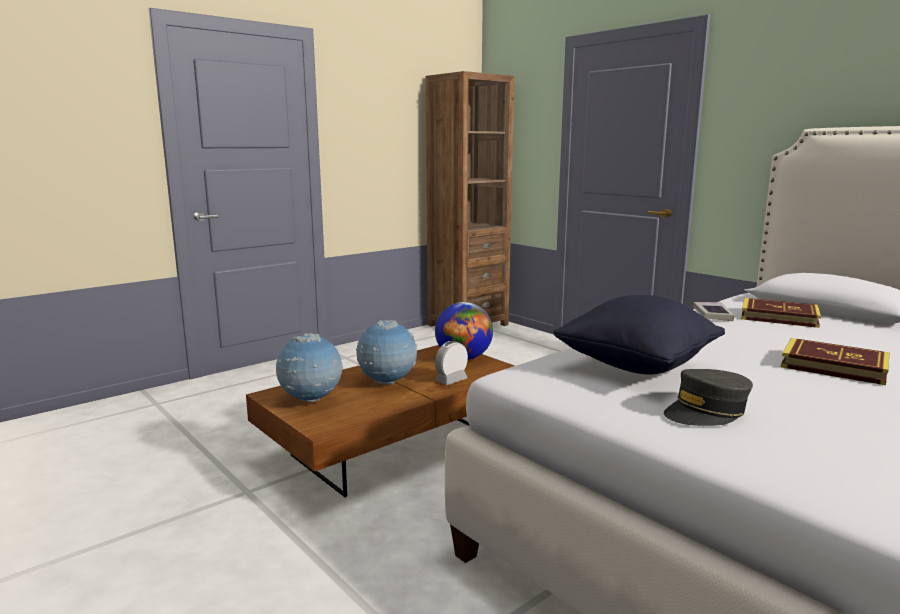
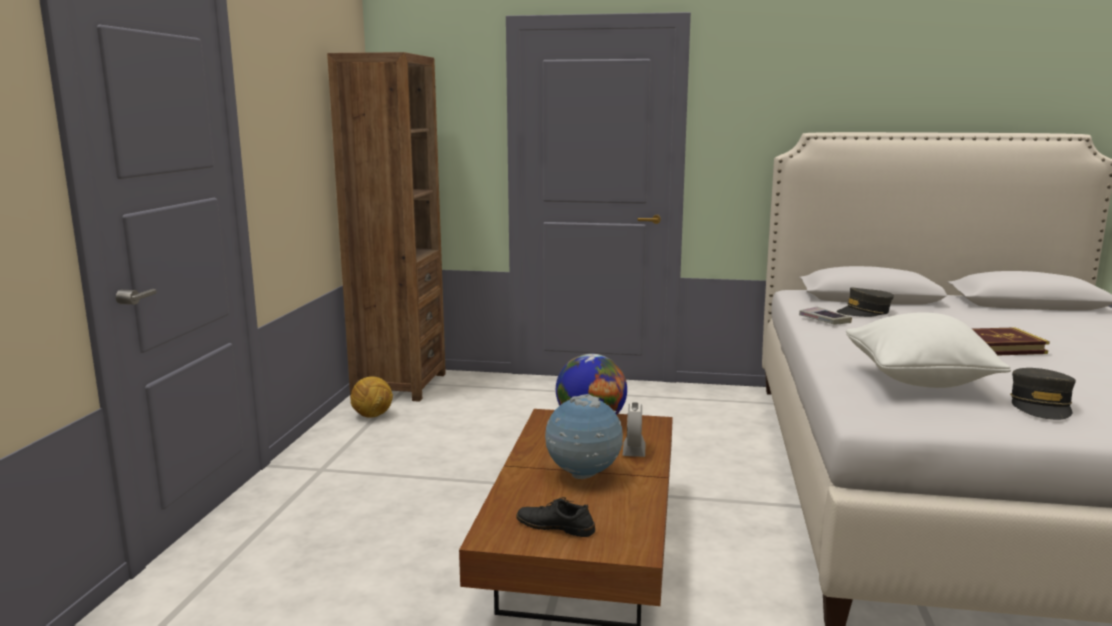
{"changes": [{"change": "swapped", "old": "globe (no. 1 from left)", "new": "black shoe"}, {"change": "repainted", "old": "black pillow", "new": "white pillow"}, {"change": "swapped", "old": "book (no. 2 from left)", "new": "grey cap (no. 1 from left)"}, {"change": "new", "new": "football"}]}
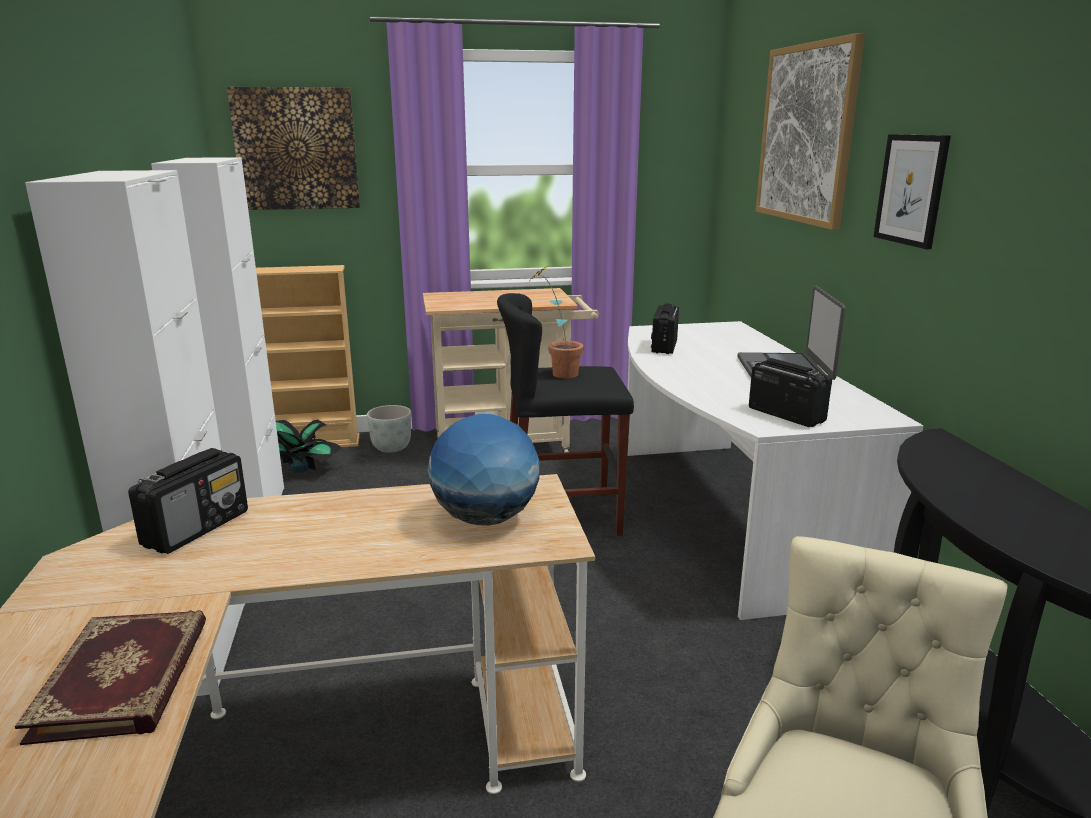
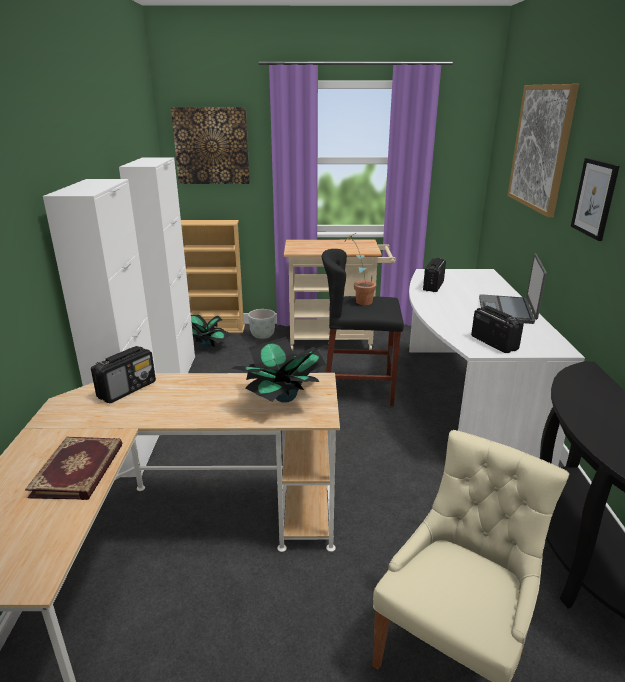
{"changes": [{"change": "swapped", "old": "globe", "new": "potted plant (no. 2 from left)"}]}
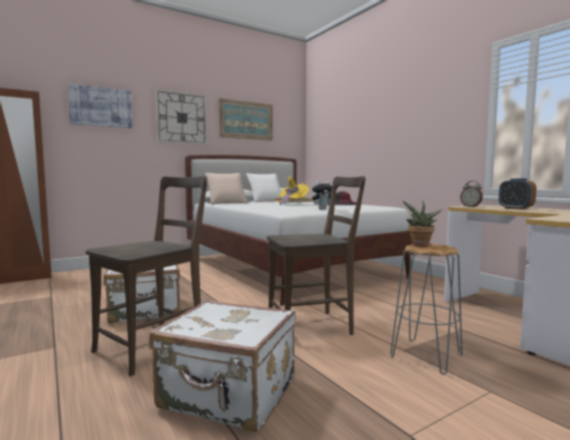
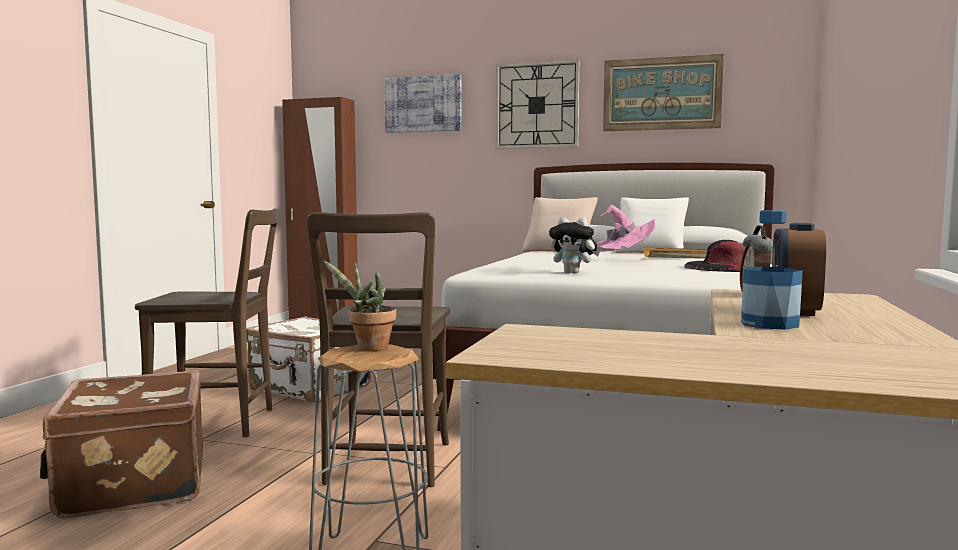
{"changes": [{"change": "repainted", "old": "white suitcase (no. 2 from left)", "new": "brown suitcase"}, {"change": "rotated", "old": "brown chair (no. 2 from left)", "degrees": 60}, {"change": "repainted", "old": "yellow hat", "new": "pink hat"}, {"change": "new", "new": "bottle"}]}
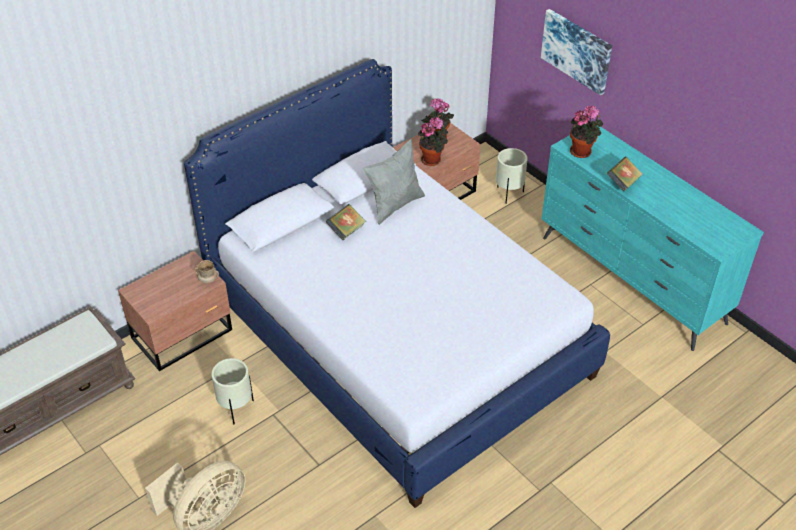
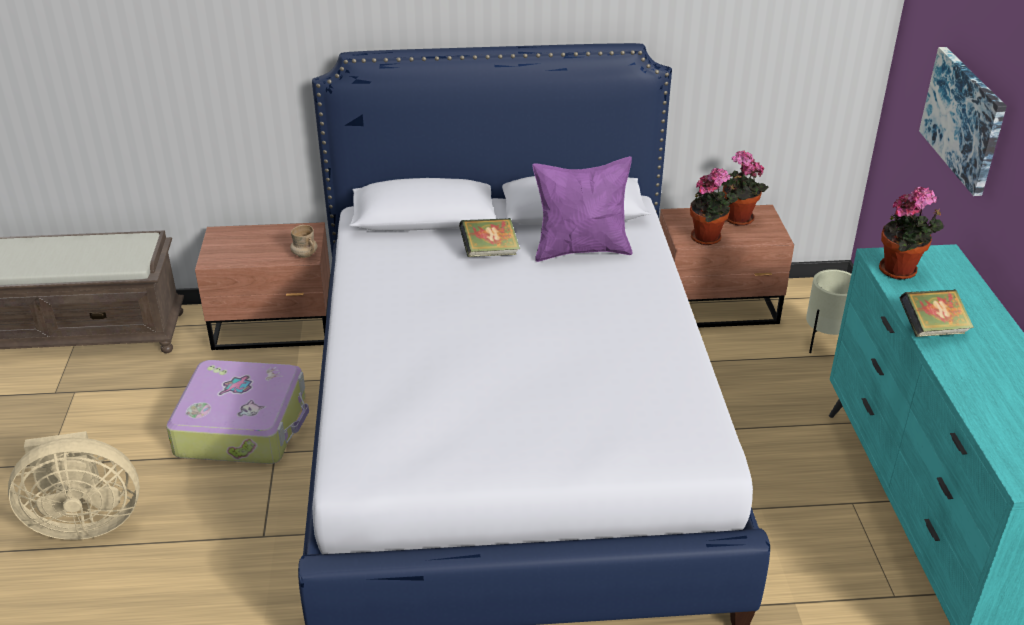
{"changes": [{"change": "swapped", "old": "beige planter (no. 1 from left)", "new": "suitcase"}, {"change": "repainted", "old": "grey pillow", "new": "purple pillow"}]}
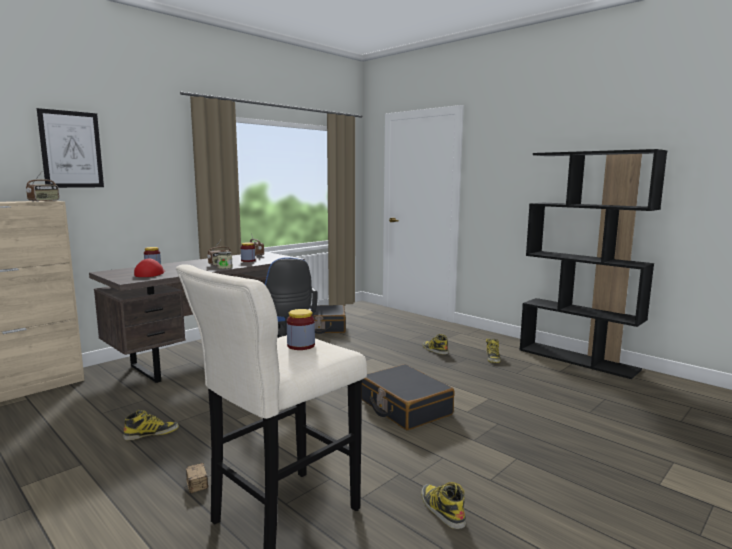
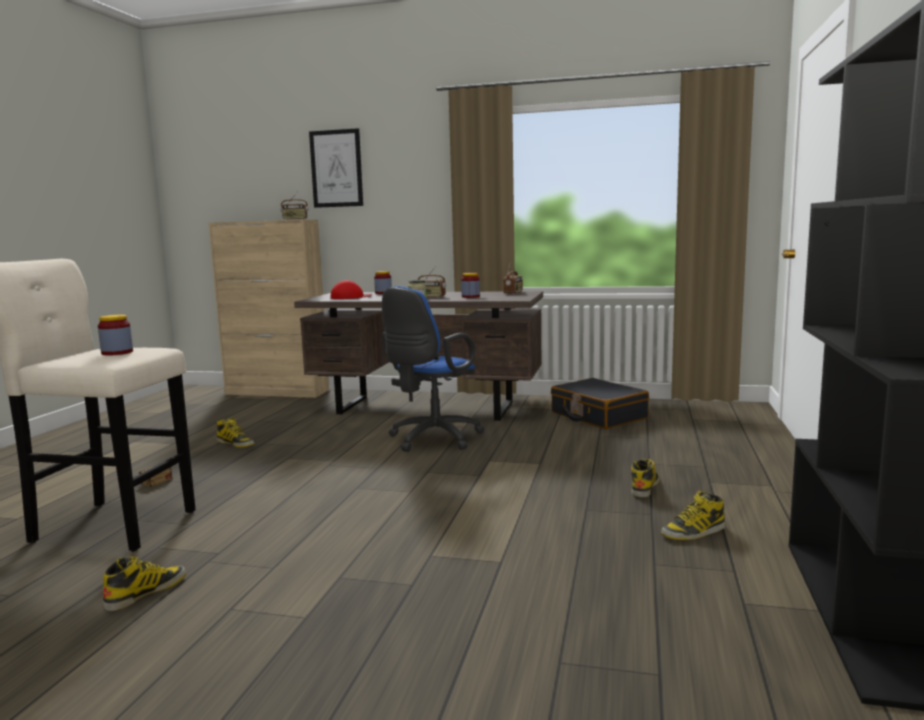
{"changes": [{"change": "gone", "old": "black suitcase (no. 2 from left)"}]}
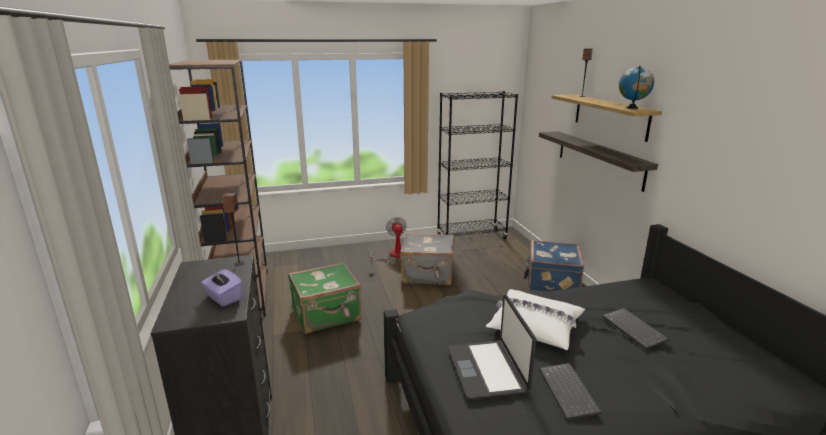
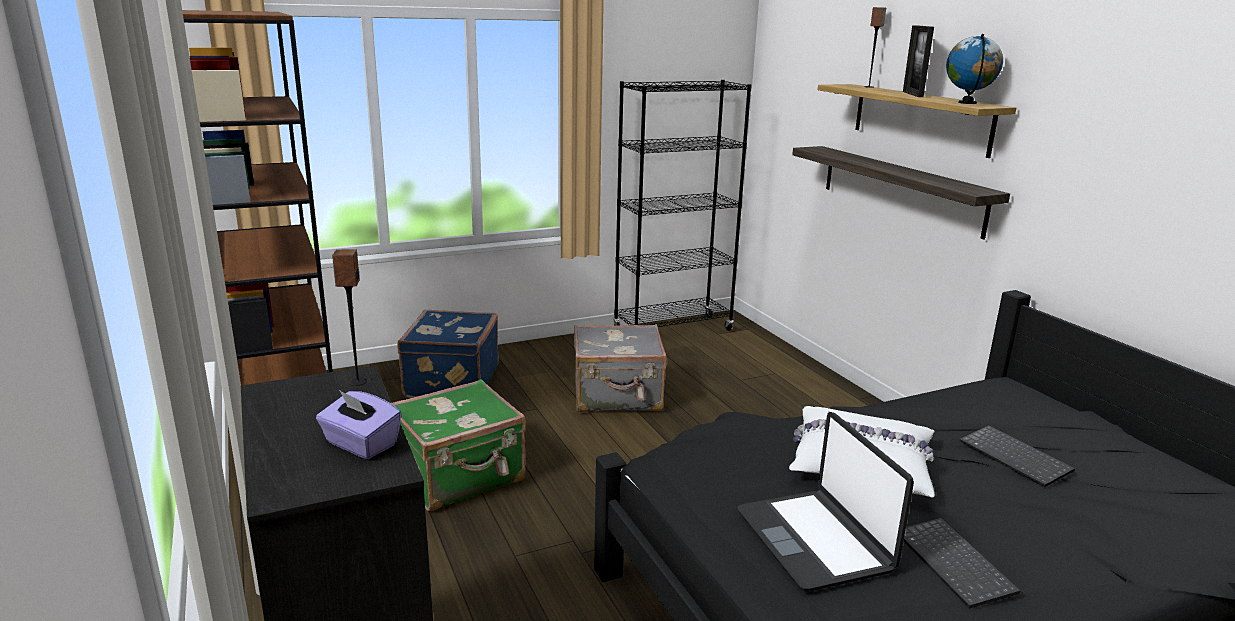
{"changes": [{"change": "gone", "old": "fan"}, {"change": "shifted", "old": "blue suitcase"}, {"change": "new", "new": "picture frame"}]}
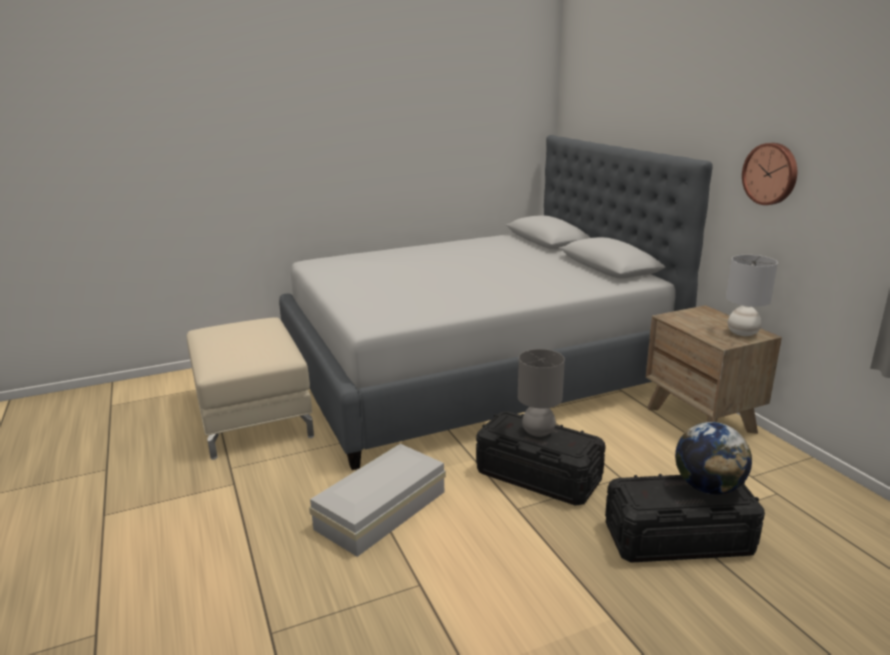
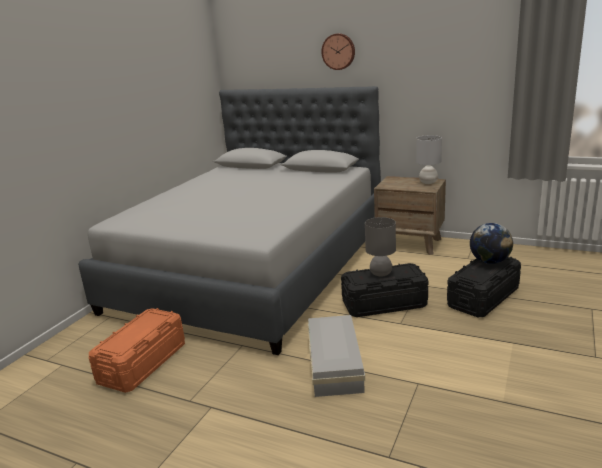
{"changes": [{"change": "swapped", "old": "beige ottoman", "new": "orange storage box"}, {"change": "shifted", "old": "wall clock"}]}
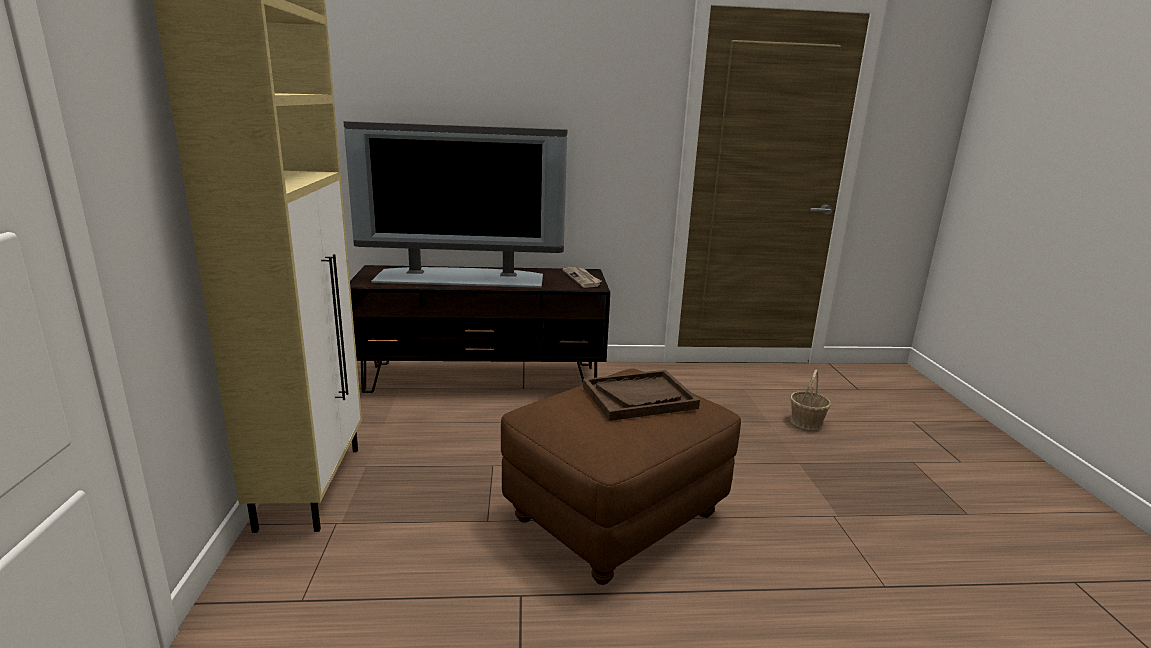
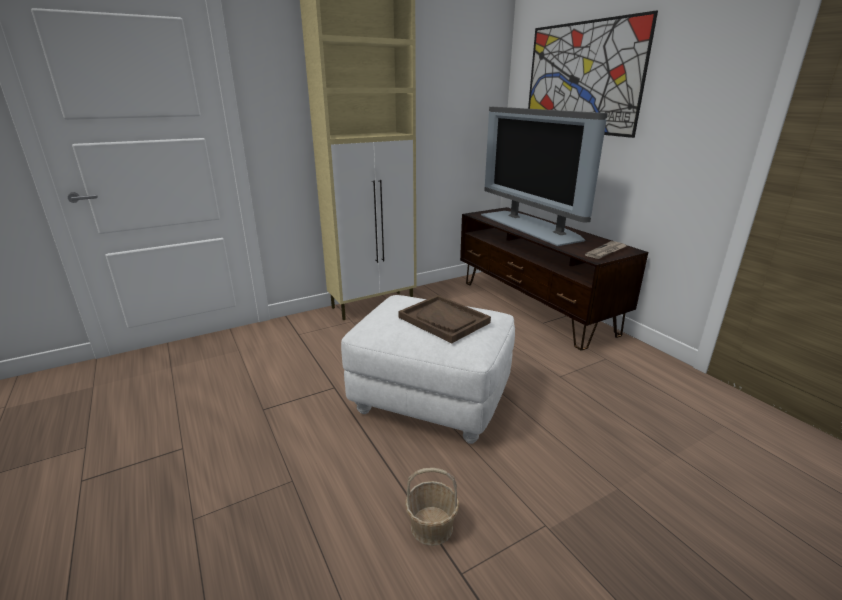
{"changes": [{"change": "repainted", "old": "brown ottoman", "new": "white ottoman"}, {"change": "shifted", "old": "basket"}, {"change": "new", "new": "picture"}]}
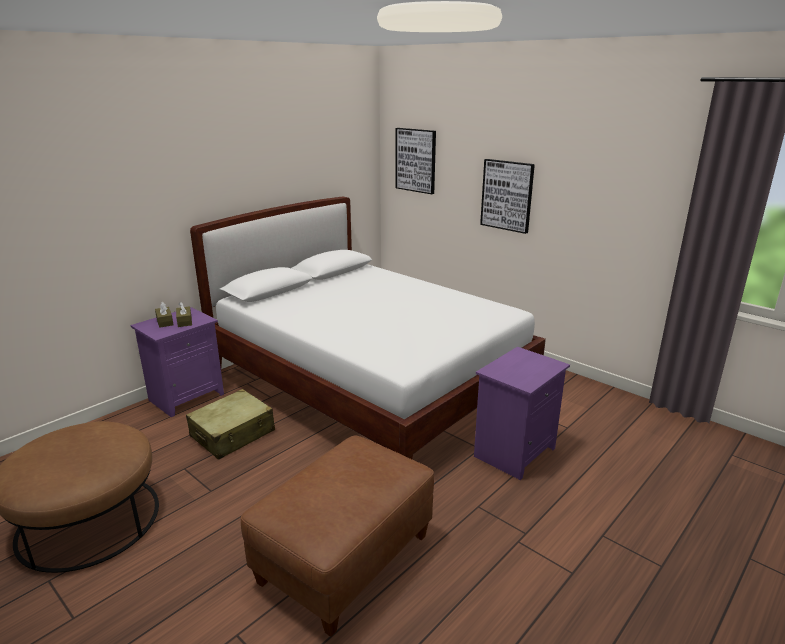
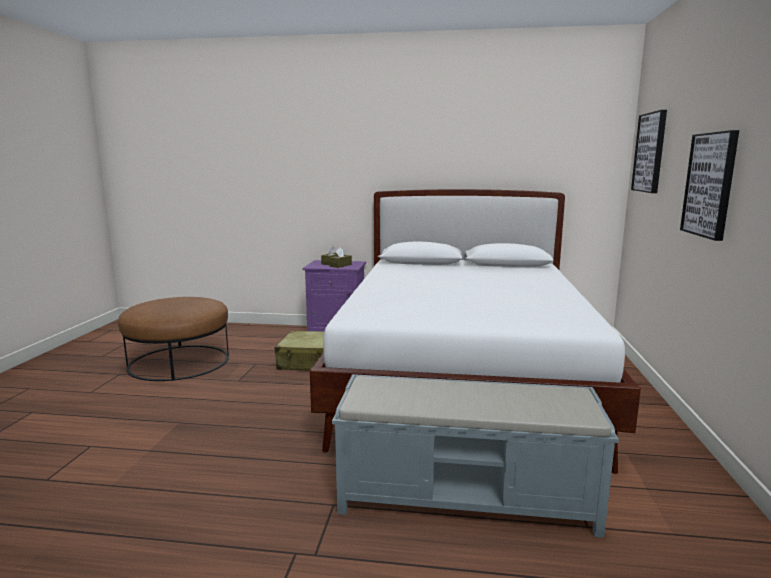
{"changes": [{"change": "gone", "old": "brown ottoman (no. 2 from left)"}, {"change": "swapped", "old": "purple nightstand (no. 2 from left)", "new": "grey bench"}]}
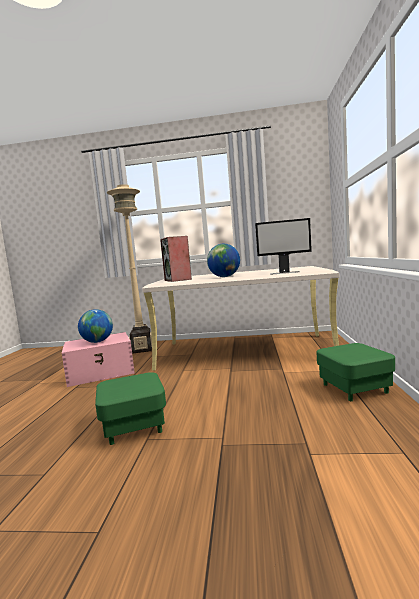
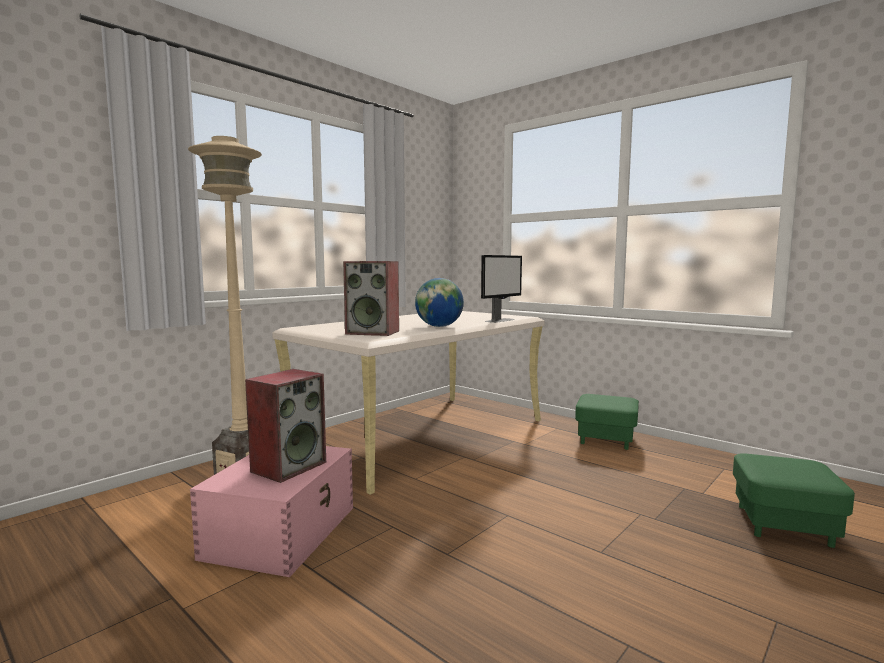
{"changes": [{"change": "swapped", "old": "globe (no. 1 from left)", "new": "speaker (no. 1 from left)"}, {"change": "shifted", "old": "green ottoman (no. 1 from left in the first image)", "new": "green ottoman (no. 2 from left)"}]}
